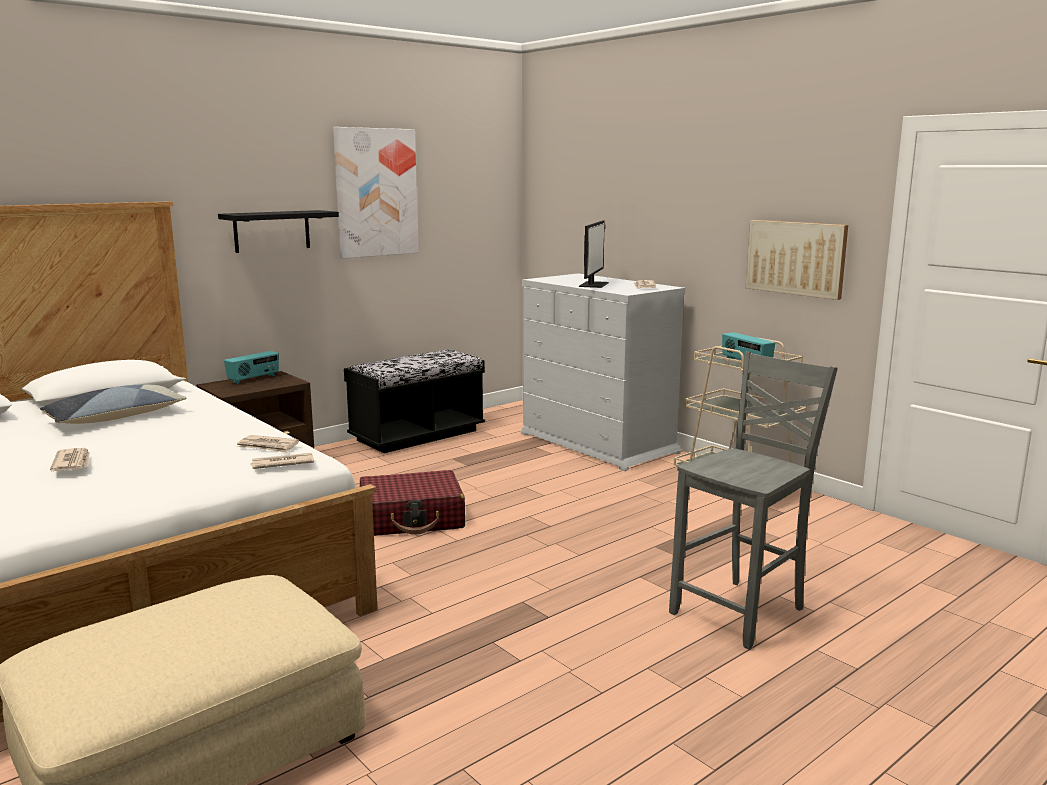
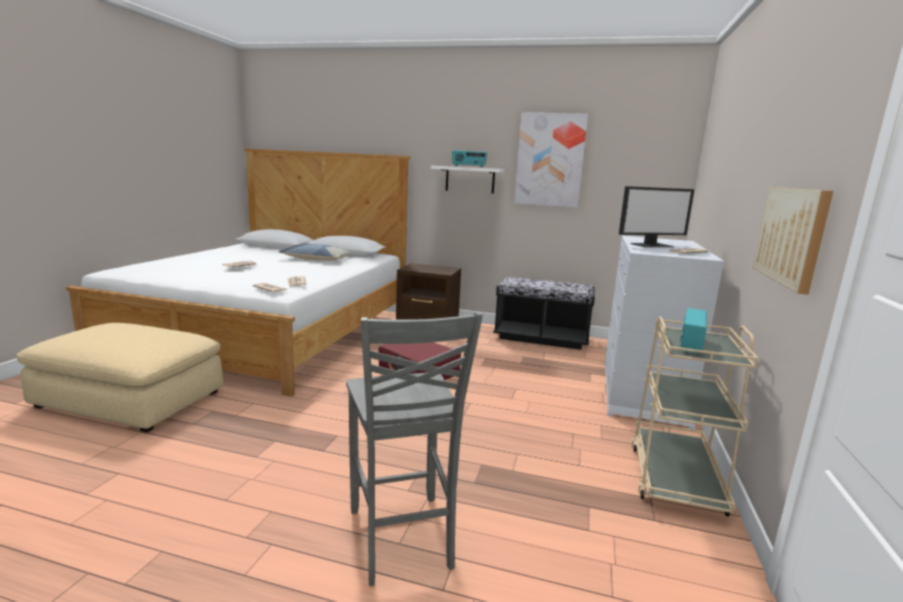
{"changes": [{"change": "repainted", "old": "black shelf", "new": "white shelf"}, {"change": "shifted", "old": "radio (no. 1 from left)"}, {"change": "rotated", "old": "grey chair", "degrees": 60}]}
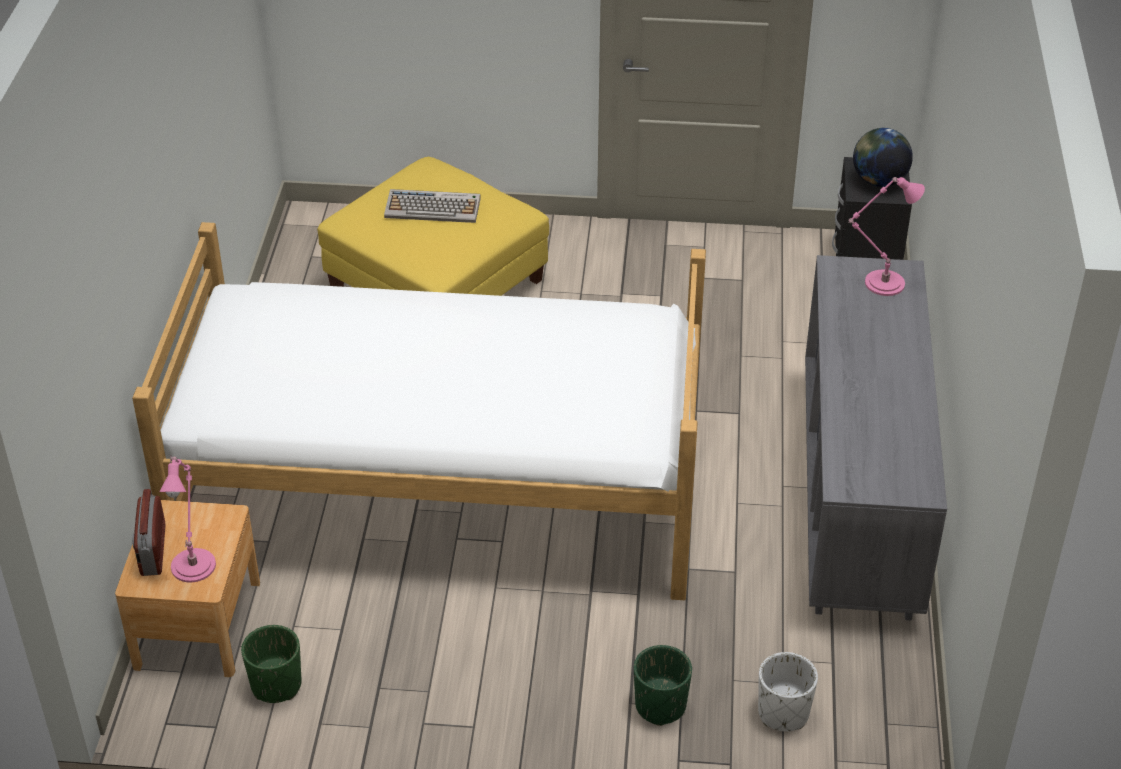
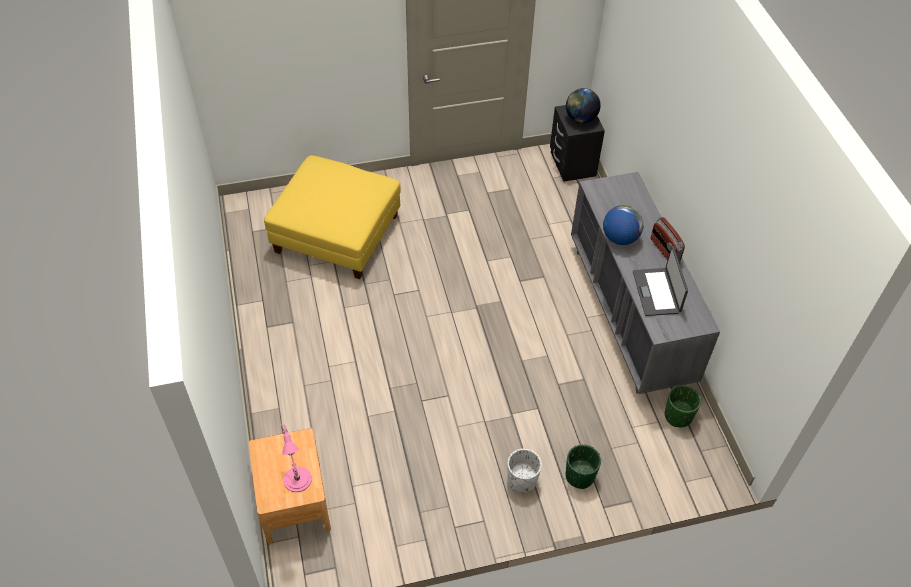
{"changes": [{"change": "gone", "old": "bed"}, {"change": "shifted", "old": "radio"}, {"change": "shifted", "old": "green planter (no. 1 from left in the first image)", "new": "green planter (no. 2 from left)"}, {"change": "gone", "old": "keyboard"}, {"change": "shifted", "old": "white planter"}, {"change": "gone", "old": "pink table lamp (no. 2 from left)"}, {"change": "new", "new": "globe (no. 2 from left)"}, {"change": "new", "new": "laptop"}]}
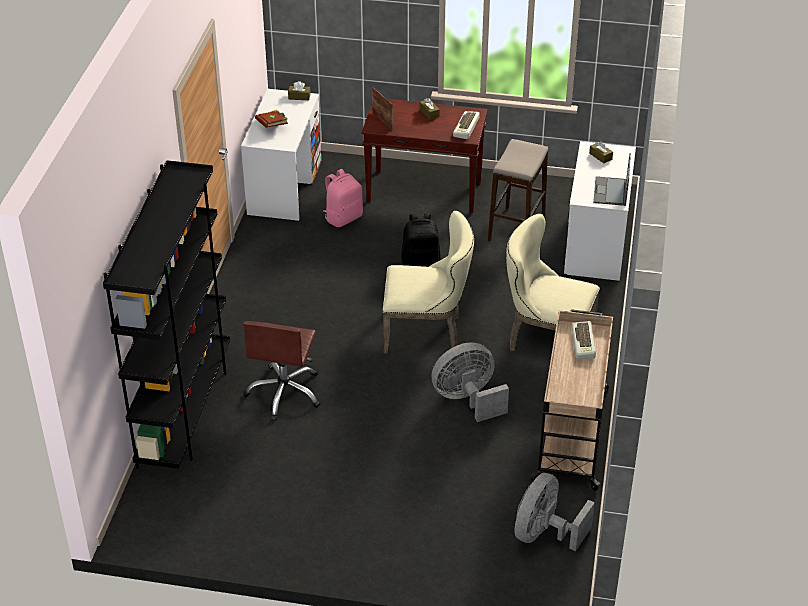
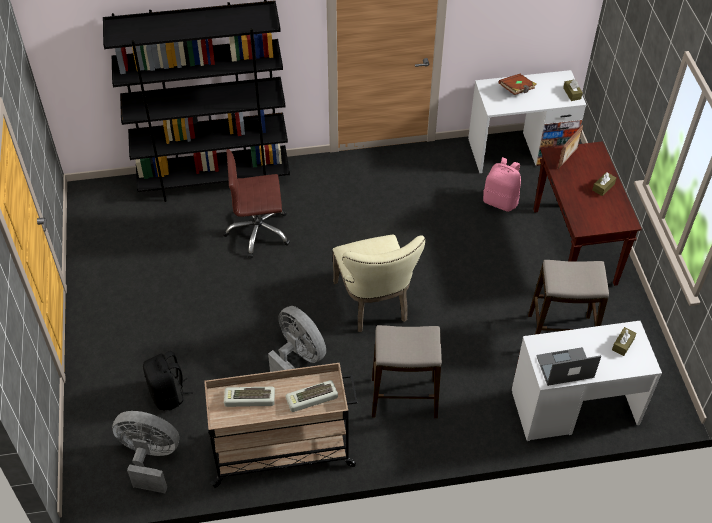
{"changes": [{"change": "shifted", "old": "black backpack"}, {"change": "shifted", "old": "keyboard (no. 1 from left)"}, {"change": "swapped", "old": "beige chair (no. 2 from left)", "new": "stool (no. 1 from left)"}]}
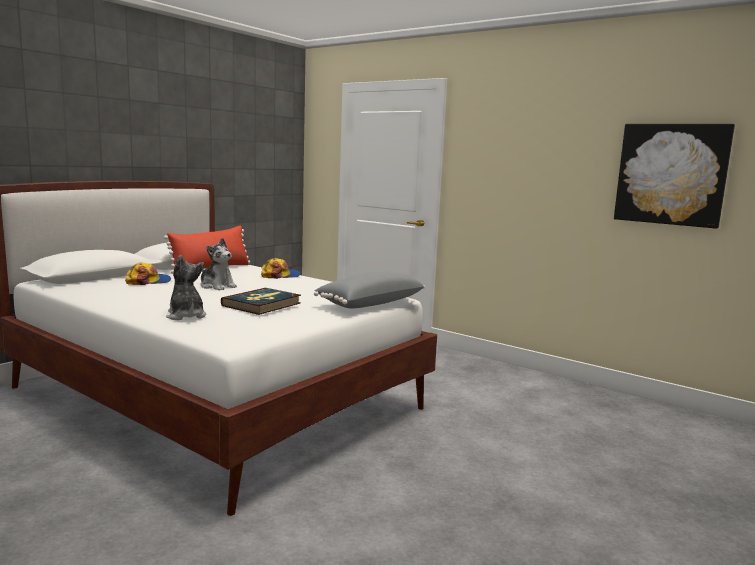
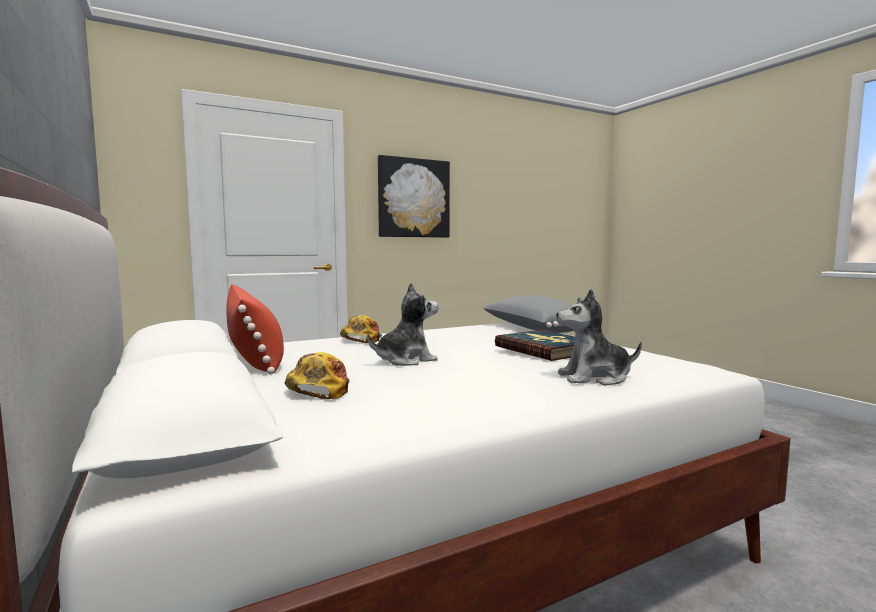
{"changes": [{"change": "shifted", "old": "picture"}]}
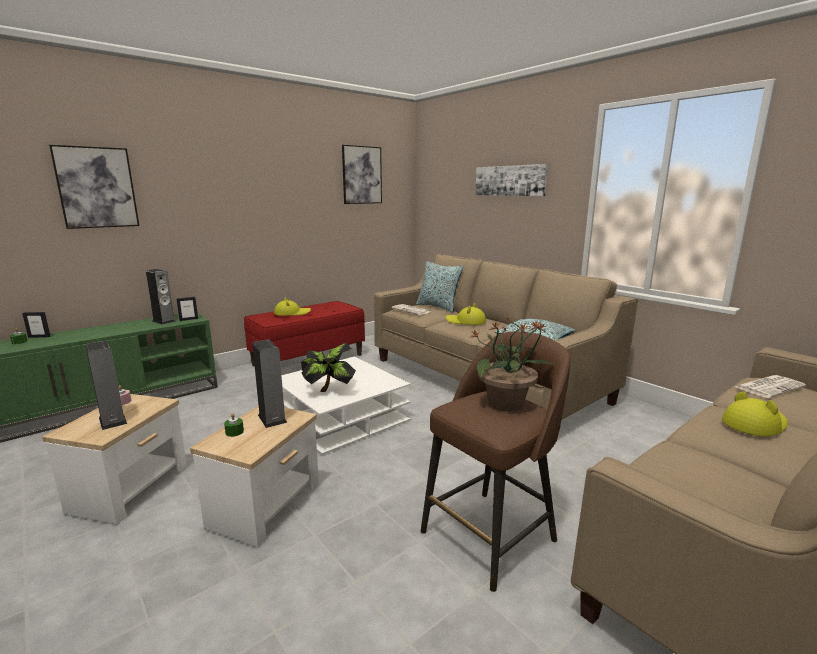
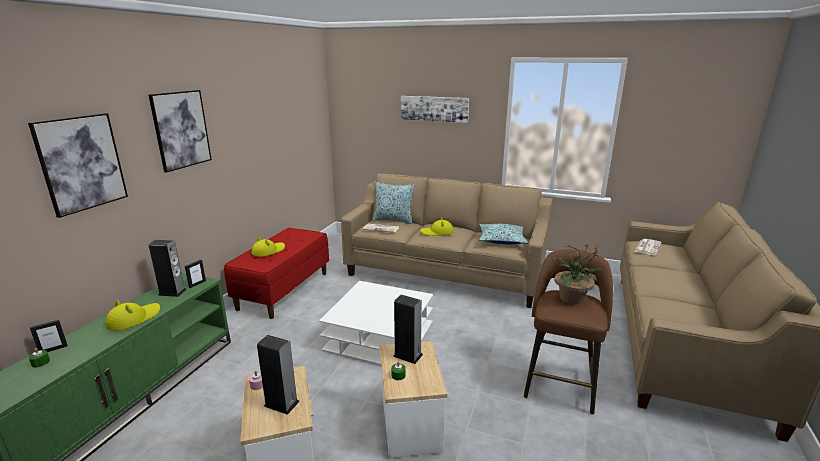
{"changes": [{"change": "gone", "old": "potted plant (no. 1 from left)"}, {"change": "shifted", "old": "picture (no. 2 from left)"}, {"change": "shifted", "old": "yellow hat (no. 3 from left in the first image)", "new": "yellow hat (no. 1 from left)"}]}
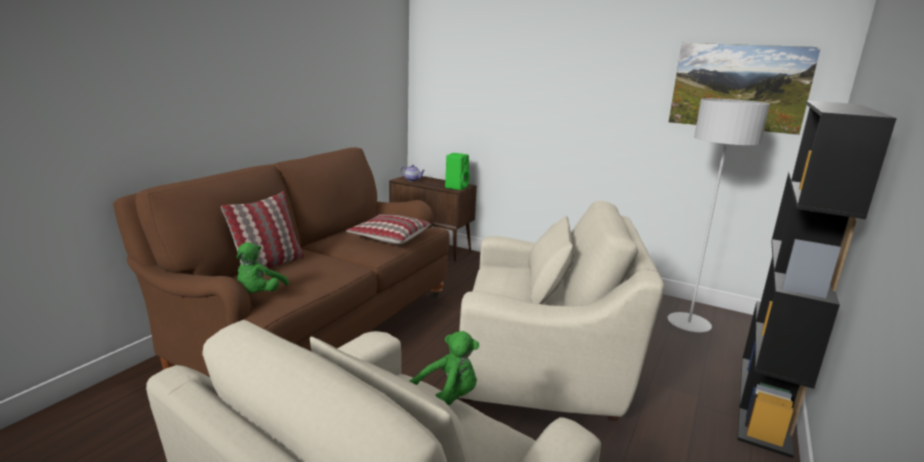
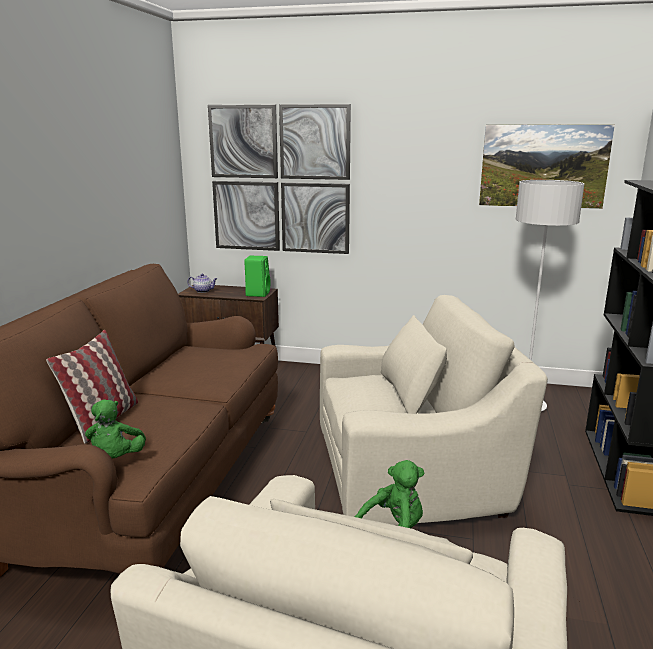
{"changes": [{"change": "gone", "old": "pillow (no. 2 from left)"}, {"change": "new", "new": "picture (no. 1 from left)"}]}
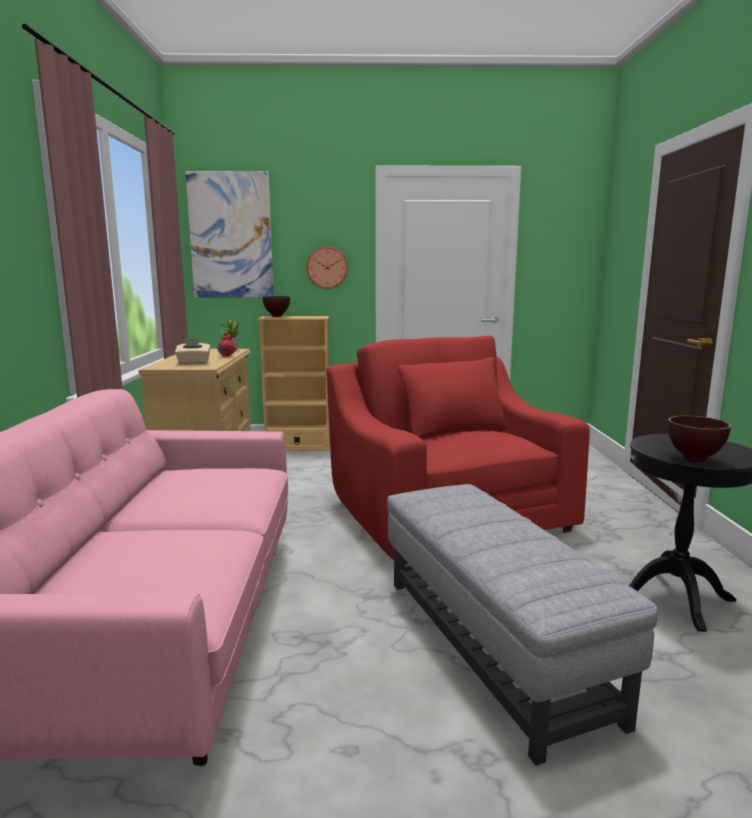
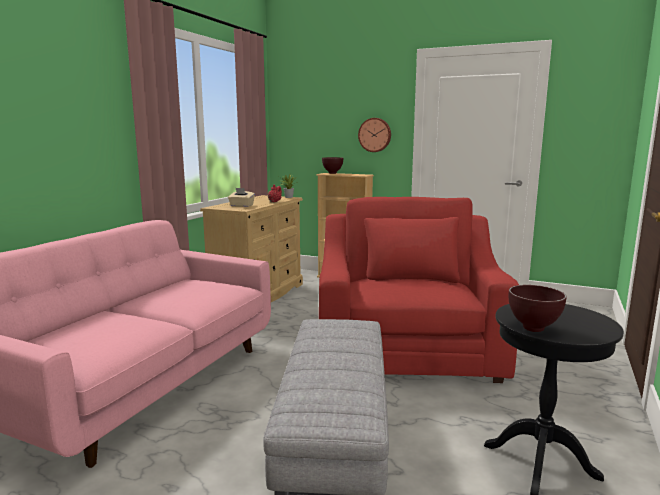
{"changes": [{"change": "gone", "old": "picture"}]}
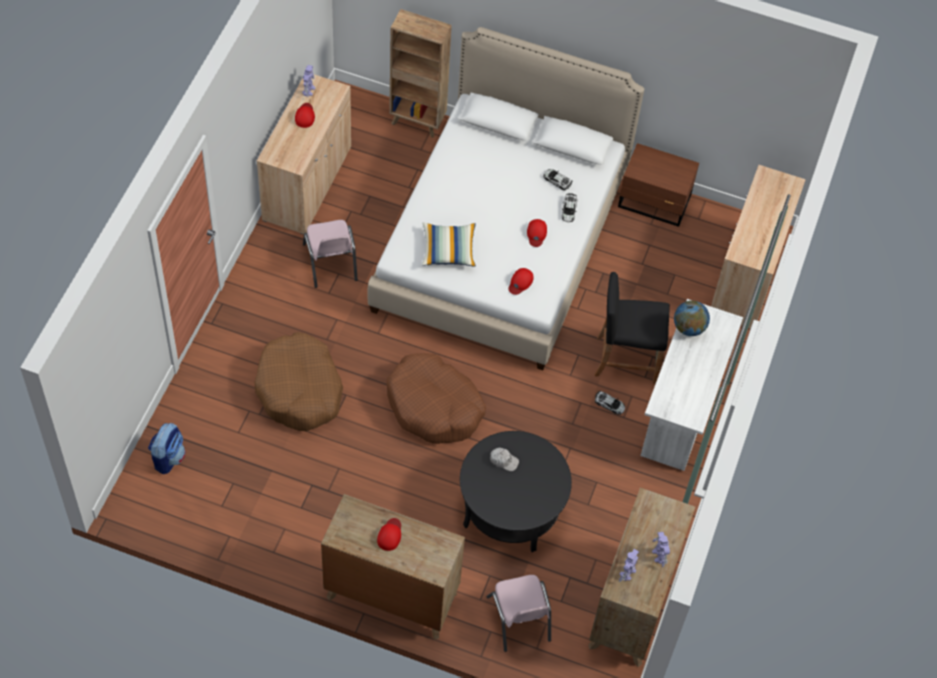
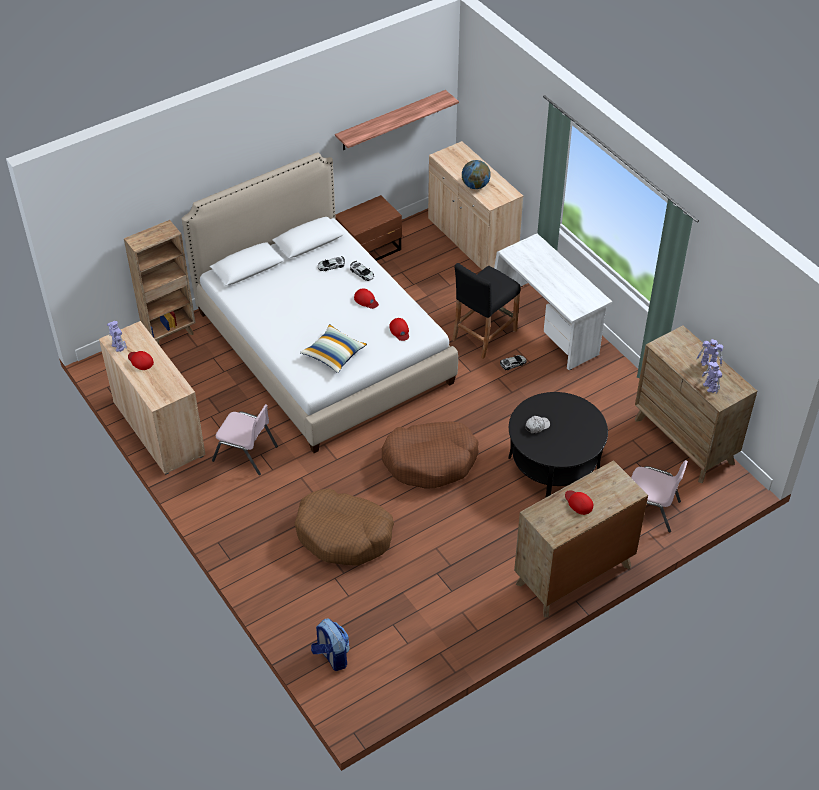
{"changes": [{"change": "shifted", "old": "globe"}, {"change": "new", "new": "shelf"}]}
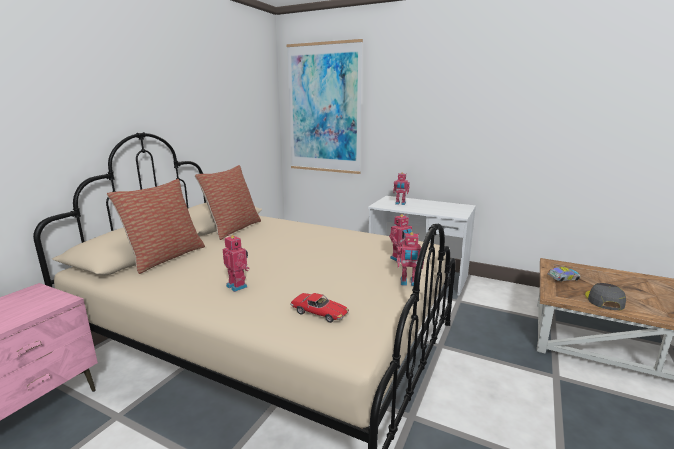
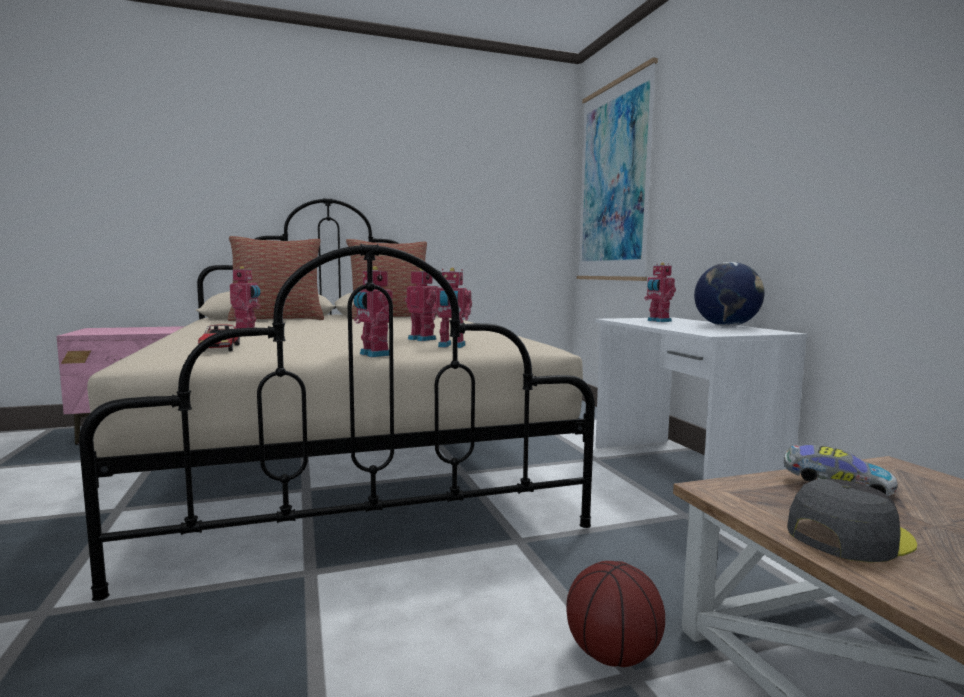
{"changes": [{"change": "new", "new": "toy robot (no. 3 from left)"}, {"change": "new", "new": "basketball"}, {"change": "new", "new": "globe"}]}
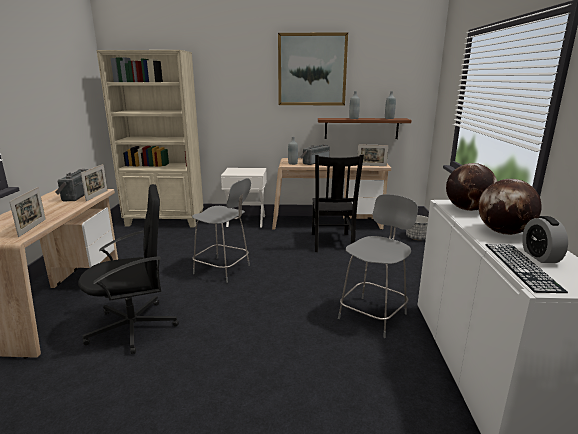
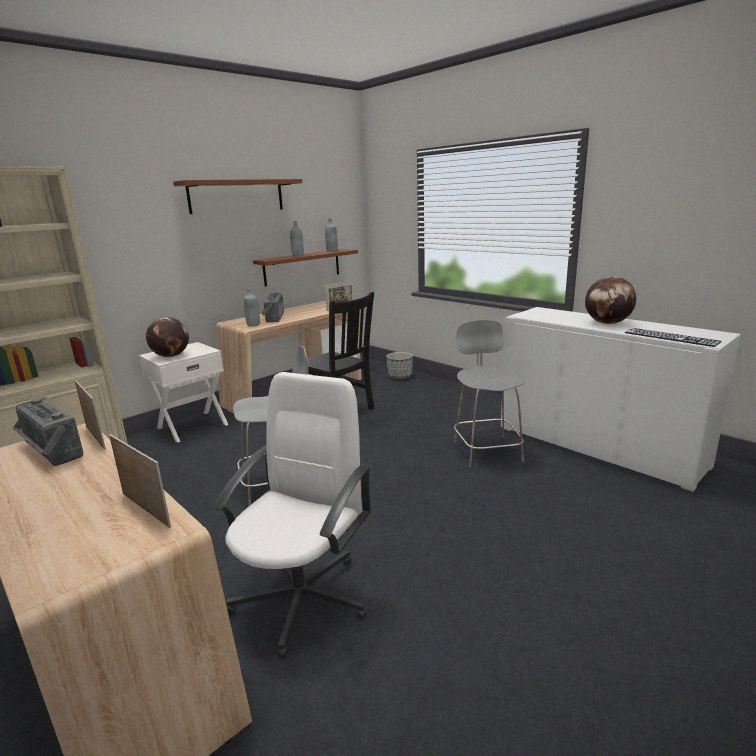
{"changes": [{"change": "repainted", "old": "black office chair", "new": "white office chair"}, {"change": "swapped", "old": "picture", "new": "brown shelf (no. 1 from left)"}, {"change": "shifted", "old": "globe (no. 1 from left)"}, {"change": "gone", "old": "alarm clock"}]}
